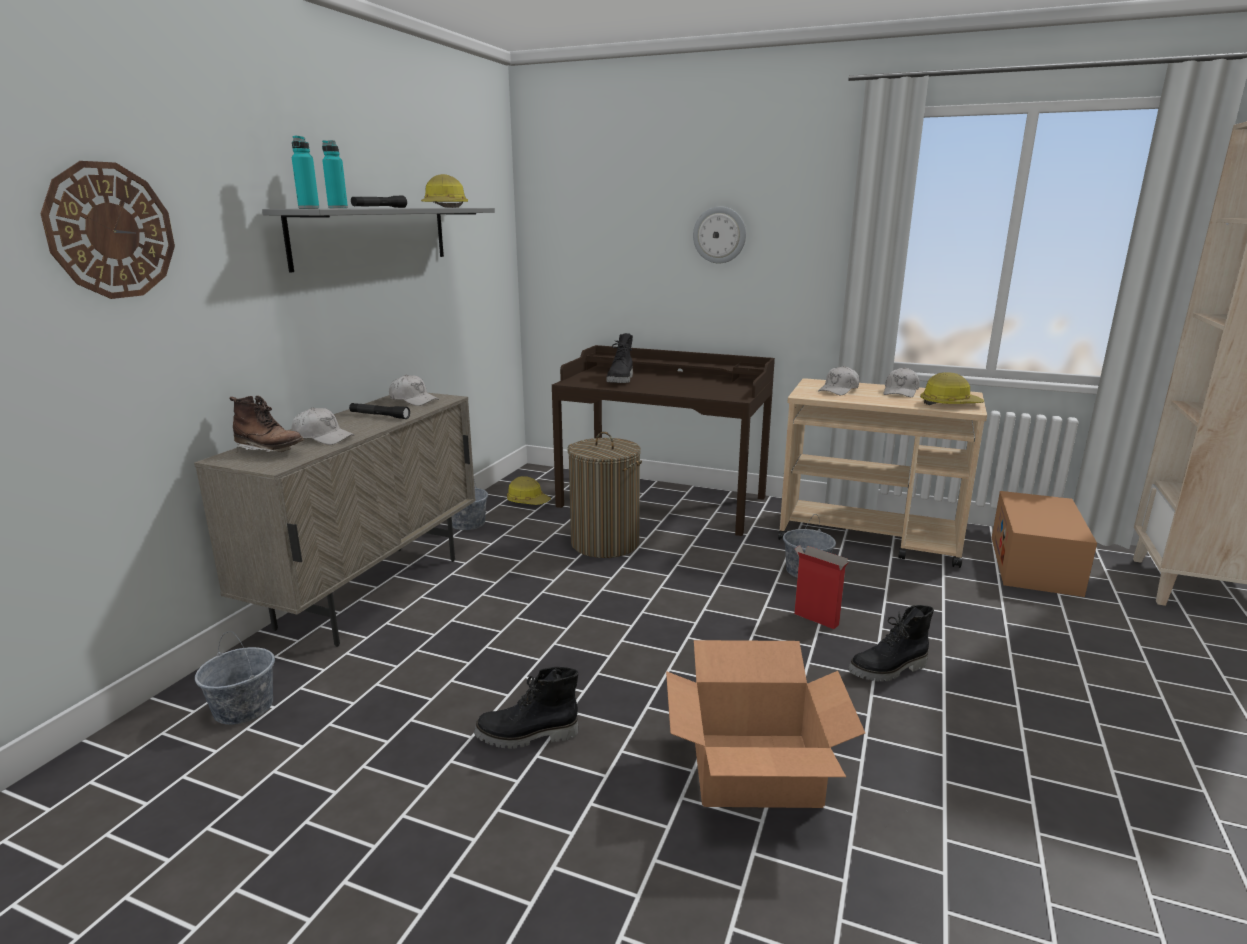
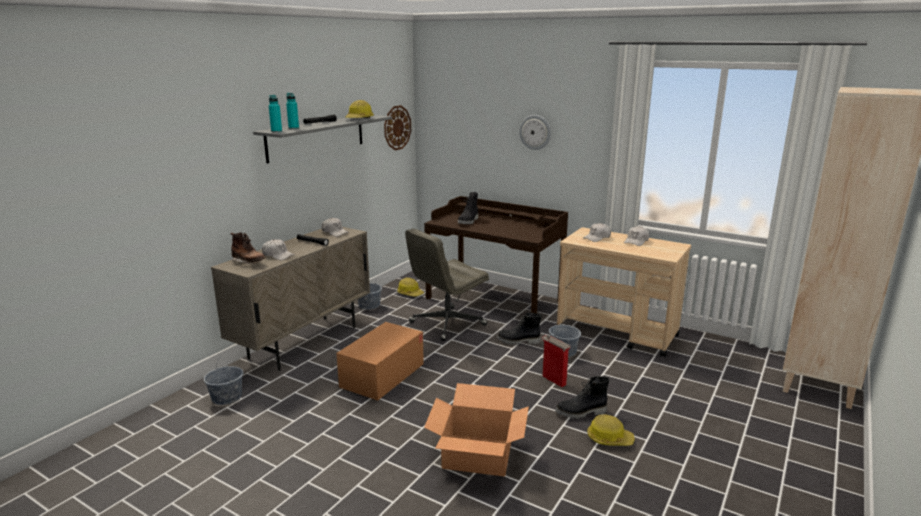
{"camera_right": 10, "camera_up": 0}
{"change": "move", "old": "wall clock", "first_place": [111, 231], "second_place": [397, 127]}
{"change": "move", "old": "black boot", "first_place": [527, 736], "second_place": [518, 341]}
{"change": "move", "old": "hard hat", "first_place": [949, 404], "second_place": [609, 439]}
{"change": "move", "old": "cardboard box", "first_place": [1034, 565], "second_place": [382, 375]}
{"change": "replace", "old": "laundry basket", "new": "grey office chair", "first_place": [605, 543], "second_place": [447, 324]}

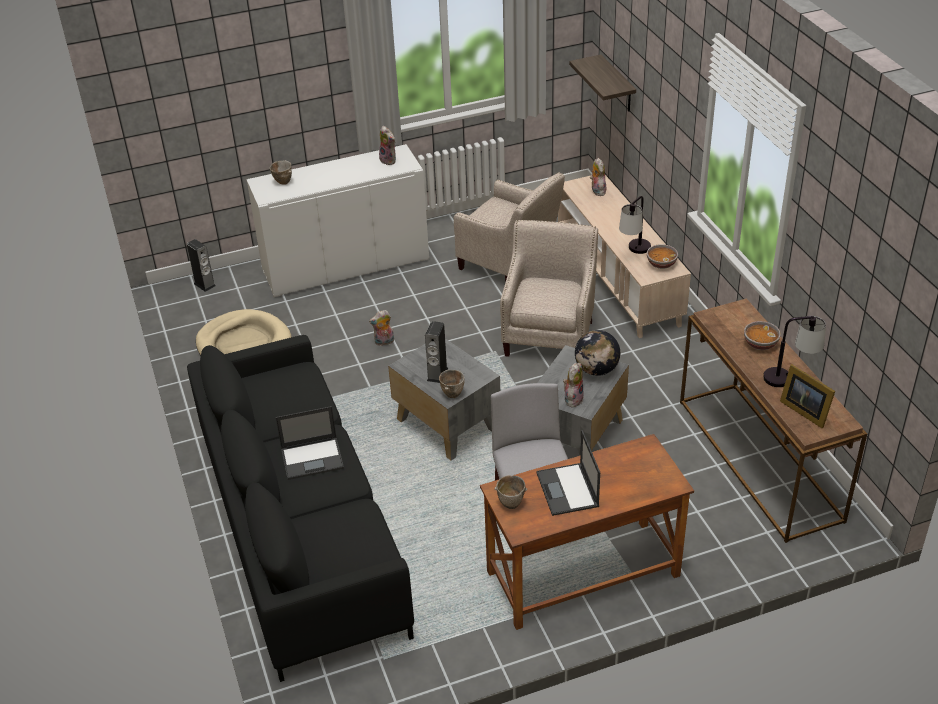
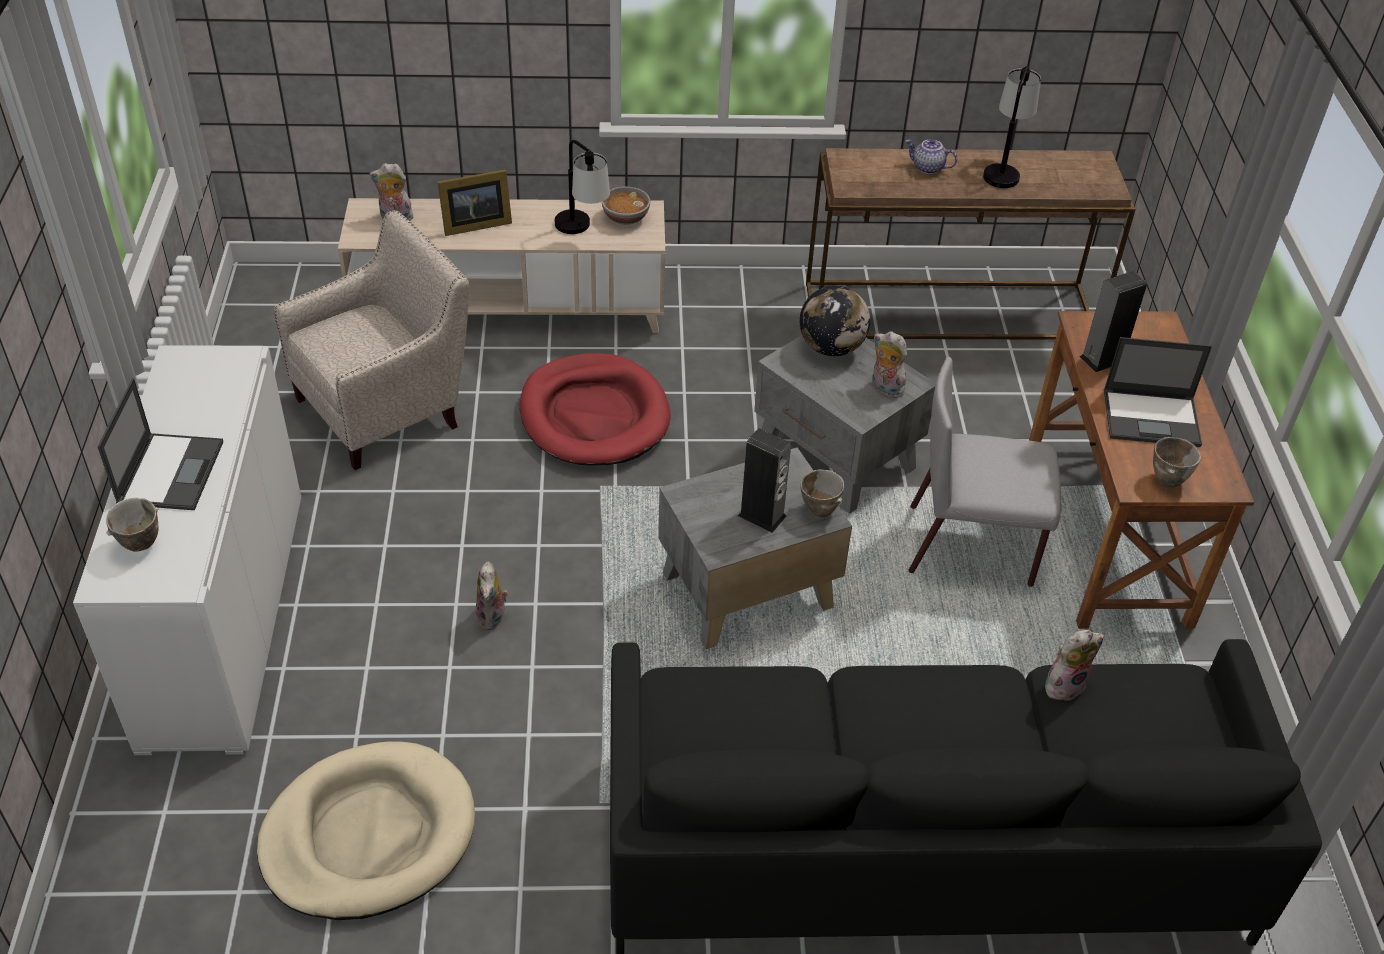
{"camera_right": -75, "camera_up": 5}
{"change": "delete", "old": "shelf", "first_place": [617, 85]}
{"change": "move", "old": "speaker", "first_place": [204, 284], "second_place": [1102, 359]}
{"change": "move", "old": "laptop", "first_place": [313, 458], "second_place": [170, 471]}
{"change": "move", "old": "plush toy", "first_place": [389, 160], "second_place": [1064, 684]}
{"change": "move", "old": "picture frame", "first_place": [804, 410], "second_place": [474, 224]}
{"change": "replace", "old": "beige armchair", "new": "red dog bed", "first_place": [550, 333], "second_place": [594, 415]}
{"change": "replace", "old": "bowl", "new": "teapot", "first_place": [760, 344], "second_place": [927, 168]}

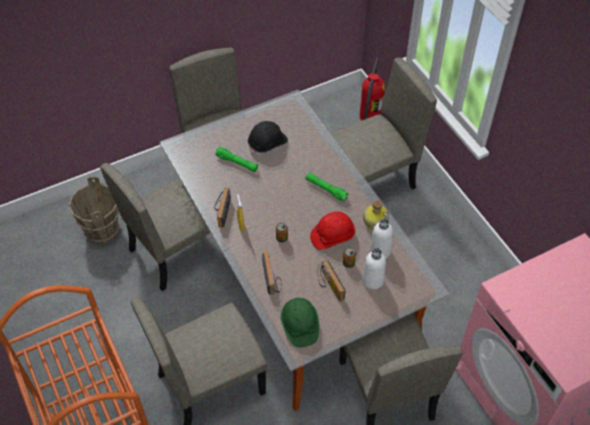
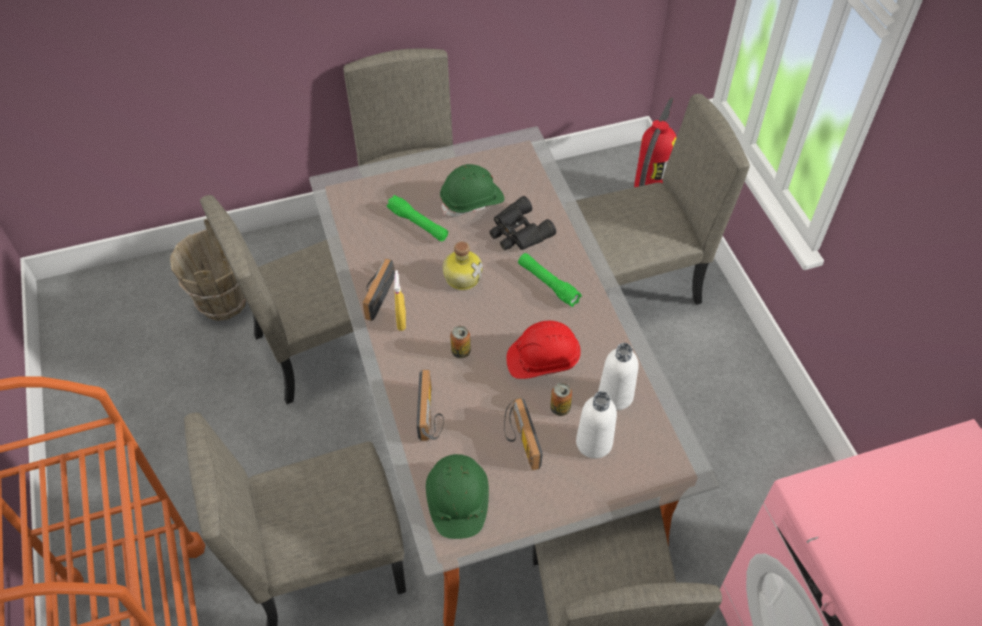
{"camera_right": 10, "camera_up": 0}
{"change": "insert", "new": "black binoculars", "second_place": [518, 232]}
{"change": "move", "old": "bottle", "first_place": [374, 221], "second_place": [462, 276]}
{"change": "recolor", "old": "black hard hat", "new": "green hard hat", "first_place": [268, 144], "second_place": [472, 201]}

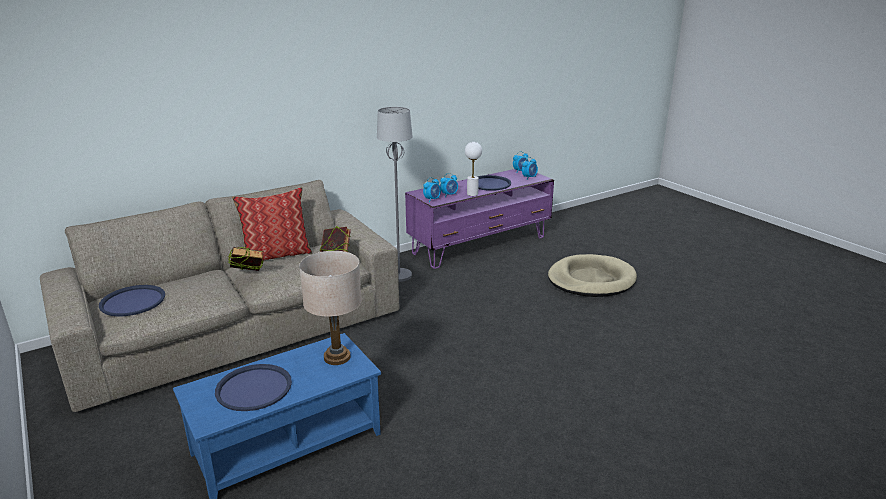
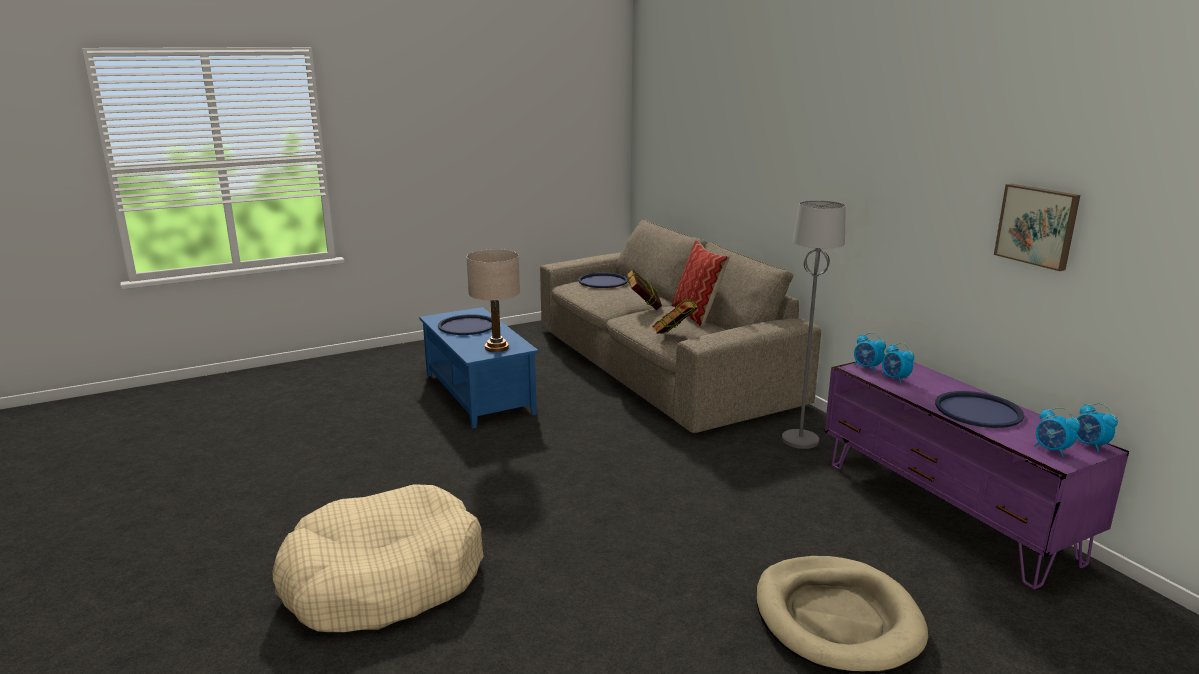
{"camera_right": 95, "camera_up": -5}
{"change": "delete", "old": "white table lamp", "first_place": [472, 194]}
{"change": "insert", "new": "beige dog bed", "second_place": [383, 579]}
{"change": "insert", "new": "picture", "second_place": [1037, 225]}

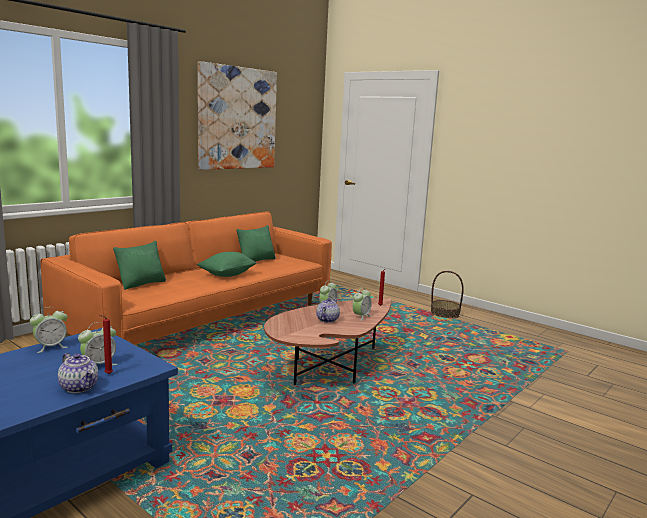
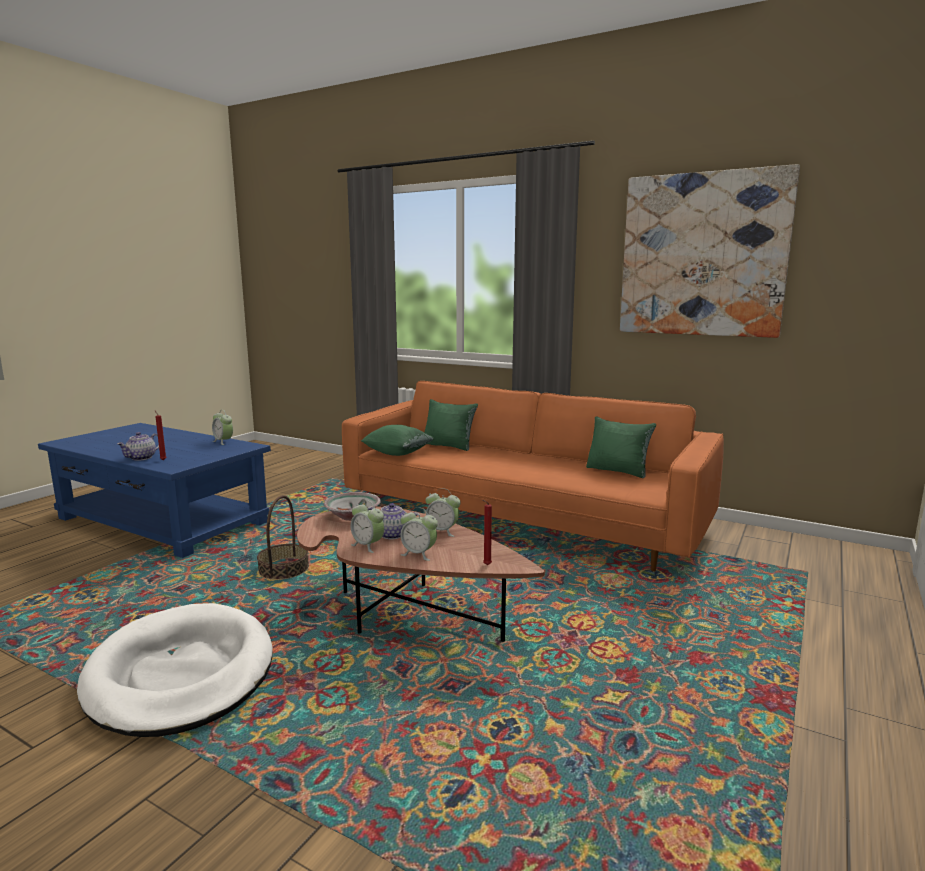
{"camera_right": 80, "camera_up": 0}
{"change": "insert", "new": "white dog bed", "second_place": [181, 674]}
{"change": "insert", "new": "bowl", "second_place": [352, 516]}
{"change": "move", "old": "alarm clock", "first_place": [99, 365], "second_place": [368, 546]}
{"change": "move", "old": "green pillow", "first_place": [227, 275], "second_place": [397, 453]}
{"change": "move", "old": "basket", "first_place": [445, 314], "second_place": [284, 569]}

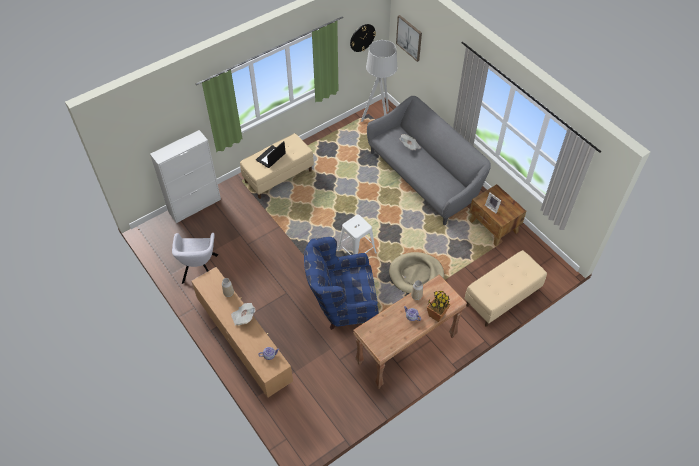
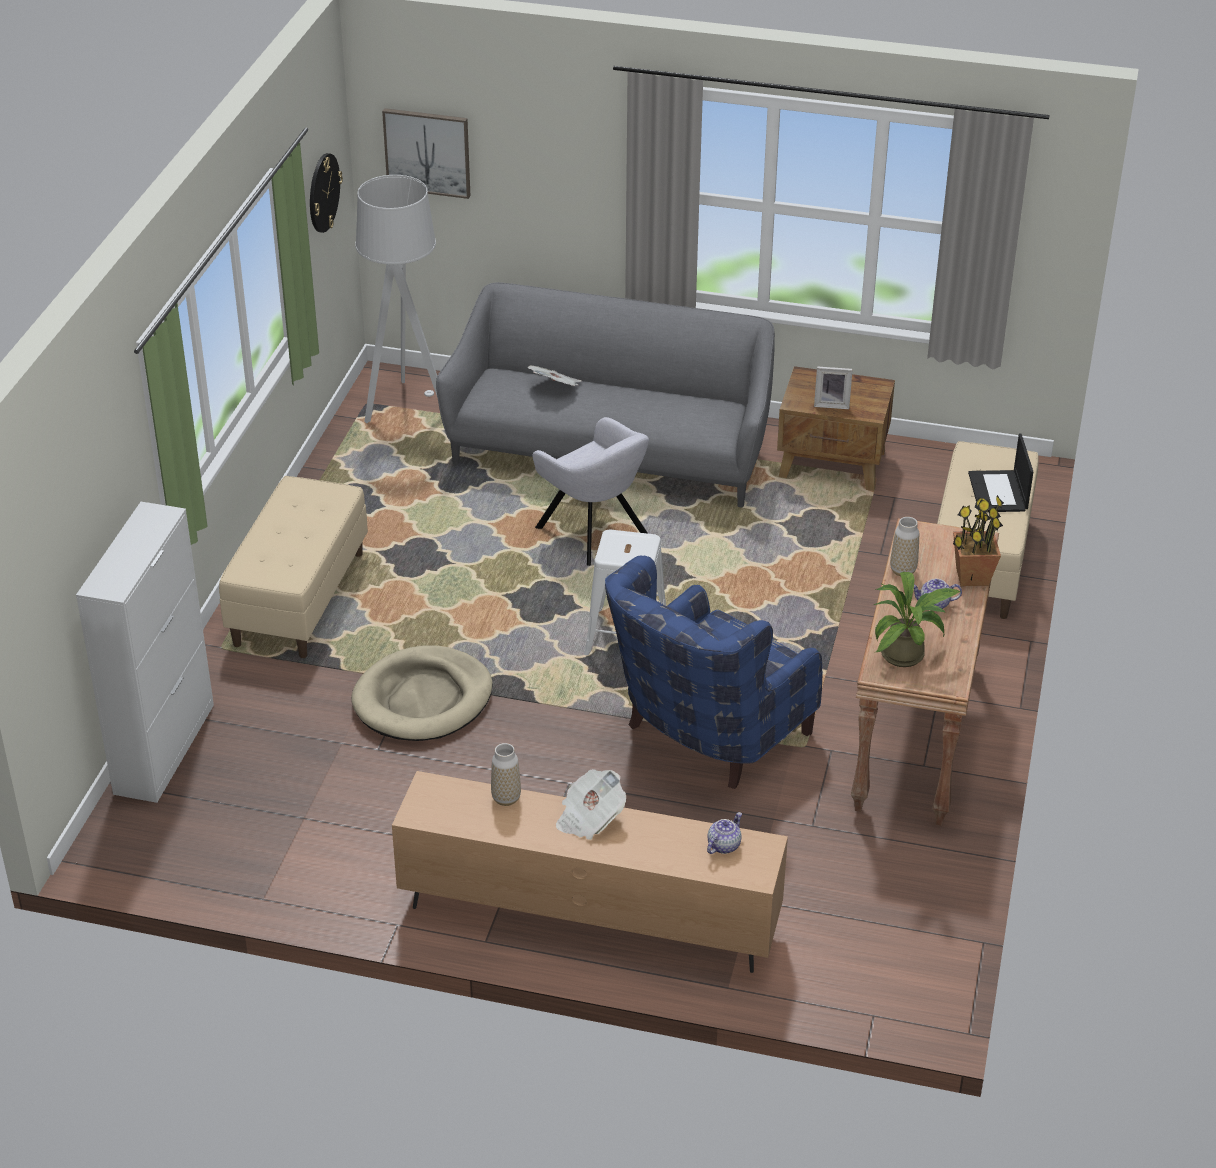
{"camera_right": -40, "camera_up": -15}
{"change": "insert", "new": "potted plant", "second_place": [908, 655]}
{"change": "move", "old": "grey armchair", "first_place": [200, 270], "second_place": [595, 534]}
{"change": "move", "old": "laptop", "first_place": [270, 157], "second_place": [998, 492]}
{"change": "move", "old": "beige dog bed", "first_place": [416, 274], "second_place": [423, 699]}

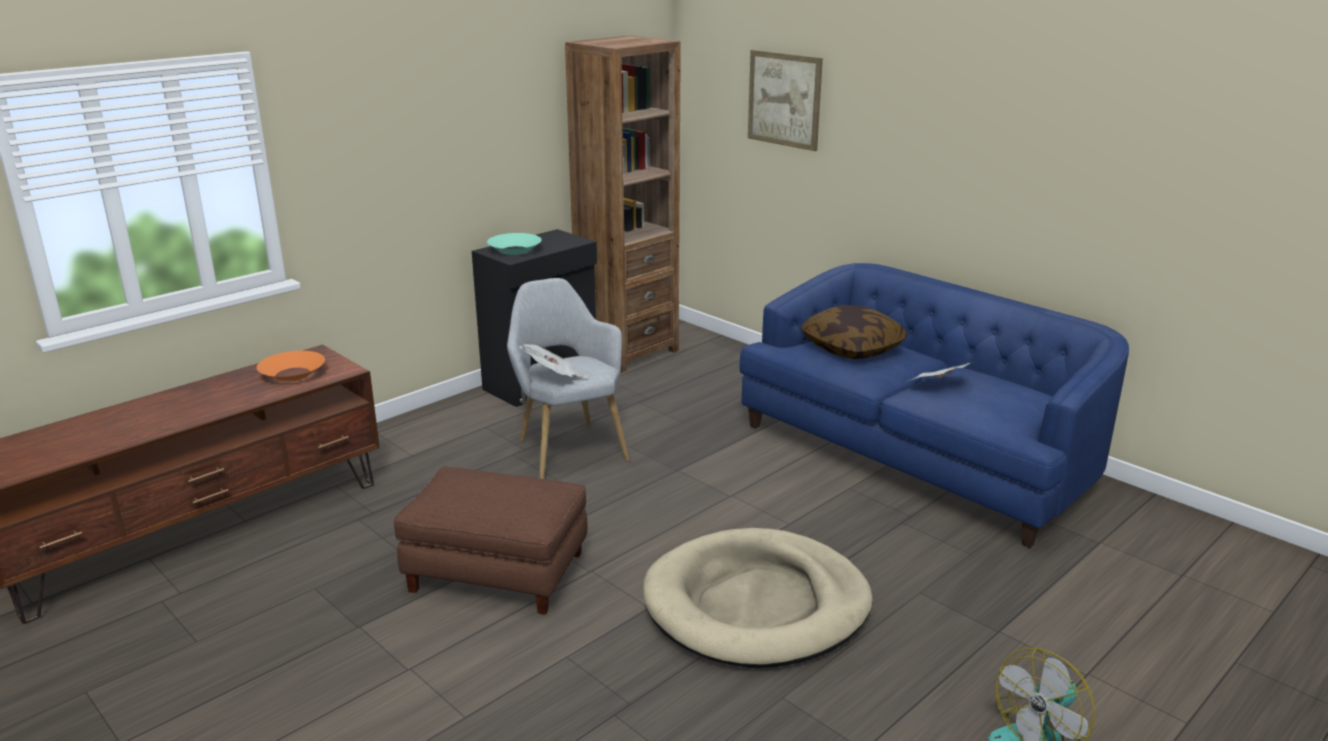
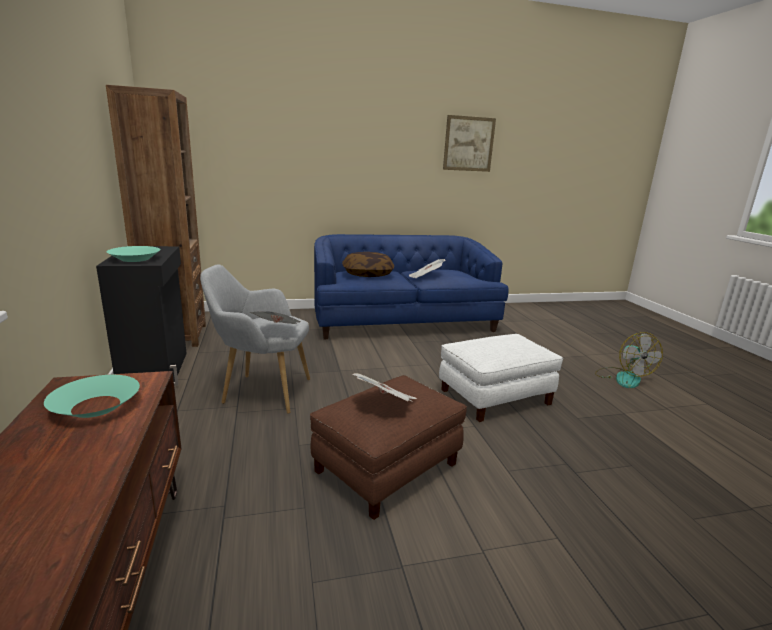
{"camera_right": -60, "camera_up": -5}
{"change": "insert", "new": "newspaper", "second_place": [385, 403]}
{"change": "move", "old": "picture", "first_place": [784, 99], "second_place": [468, 144]}
{"change": "replace", "old": "beige dog bed", "new": "white ottoman", "first_place": [756, 605], "second_place": [495, 396]}
{"change": "recolor", "old": "orange bowl", "new": "turquoise bowl", "first_place": [293, 374], "second_place": [96, 406]}

